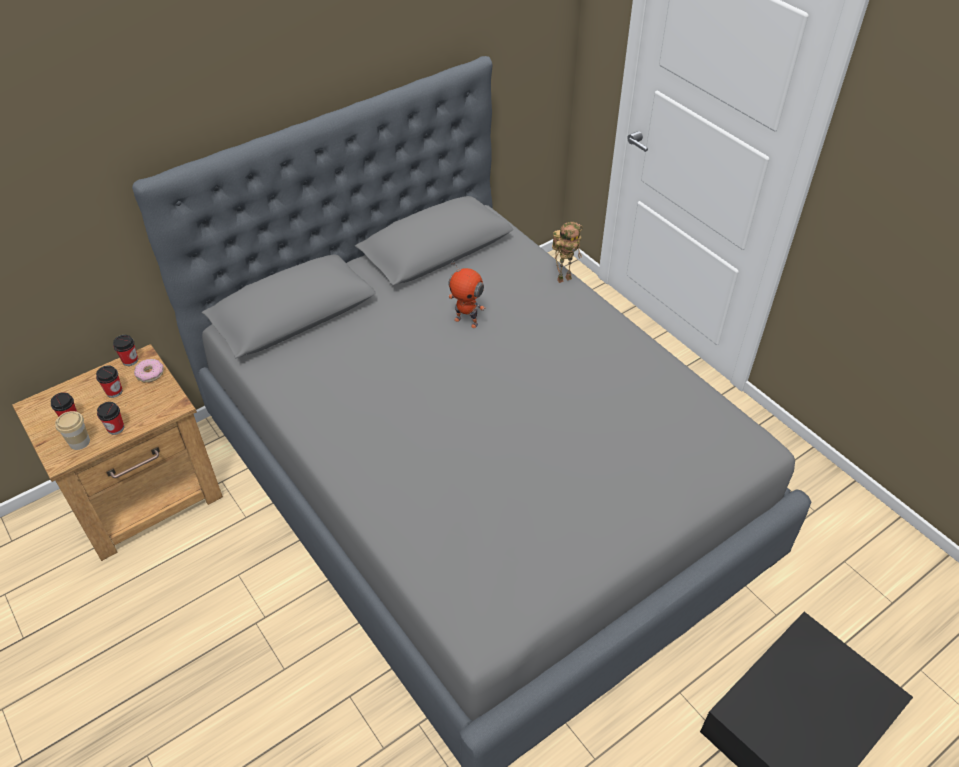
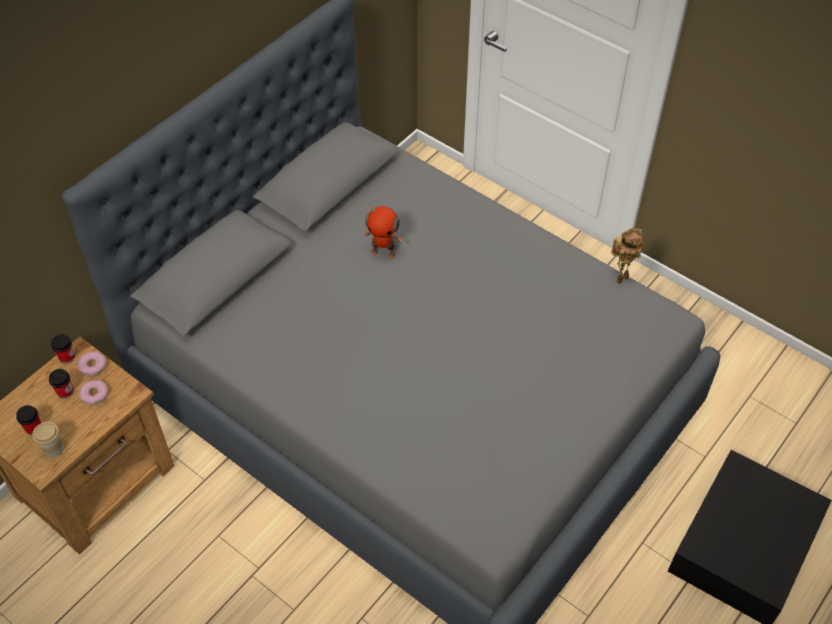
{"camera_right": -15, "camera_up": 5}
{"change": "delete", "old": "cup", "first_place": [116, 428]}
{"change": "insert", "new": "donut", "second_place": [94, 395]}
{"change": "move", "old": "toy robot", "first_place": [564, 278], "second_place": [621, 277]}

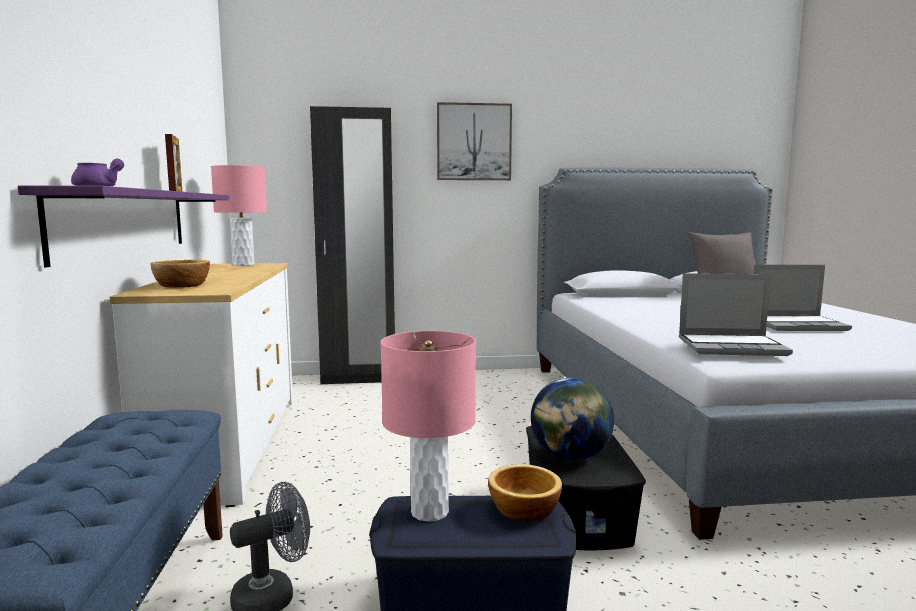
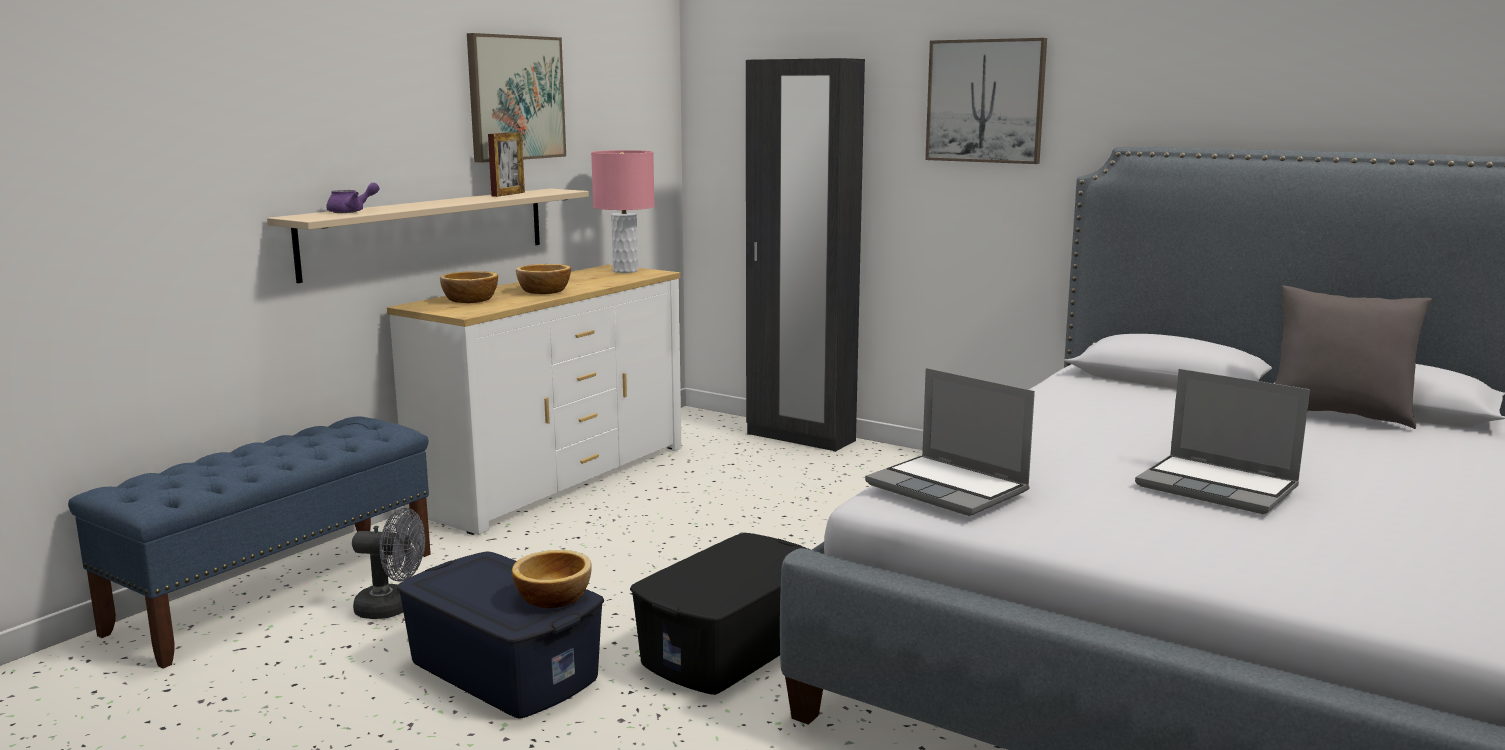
{"camera_right": 40, "camera_up": 5}
{"change": "delete", "old": "pink table lamp", "first_place": [429, 512]}
{"change": "delete", "old": "globe", "first_place": [570, 457]}
{"change": "insert", "new": "picture", "second_place": [515, 98]}
{"change": "insert", "new": "bowl", "second_place": [544, 291]}
{"change": "recolor", "old": "purple shelf", "new": "beige shelf", "first_place": [126, 222], "second_place": [428, 231]}

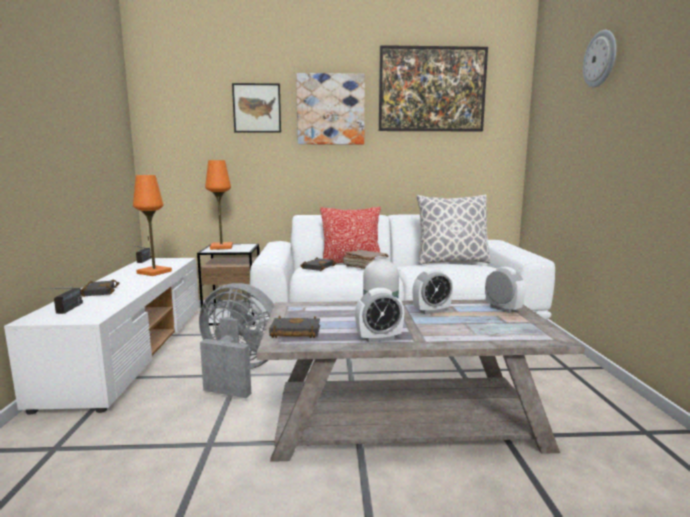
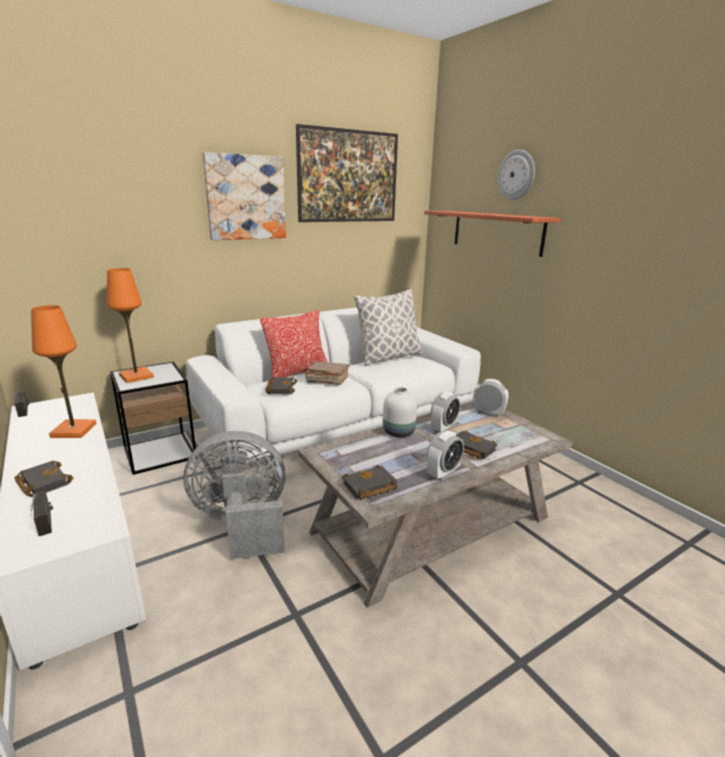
{"camera_right": -30, "camera_up": 10}
{"change": "delete", "old": "picture", "first_place": [257, 108]}
{"change": "insert", "new": "shelf", "second_place": [496, 232]}
{"change": "insert", "new": "black book", "second_place": [470, 448]}

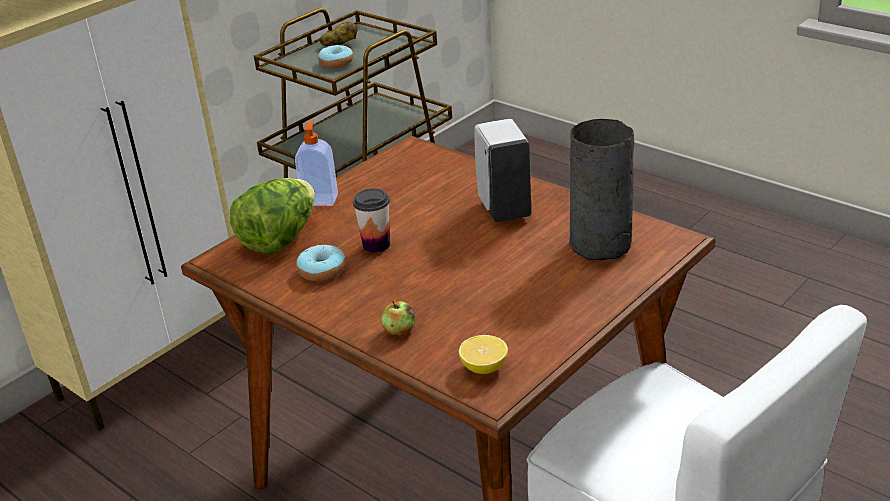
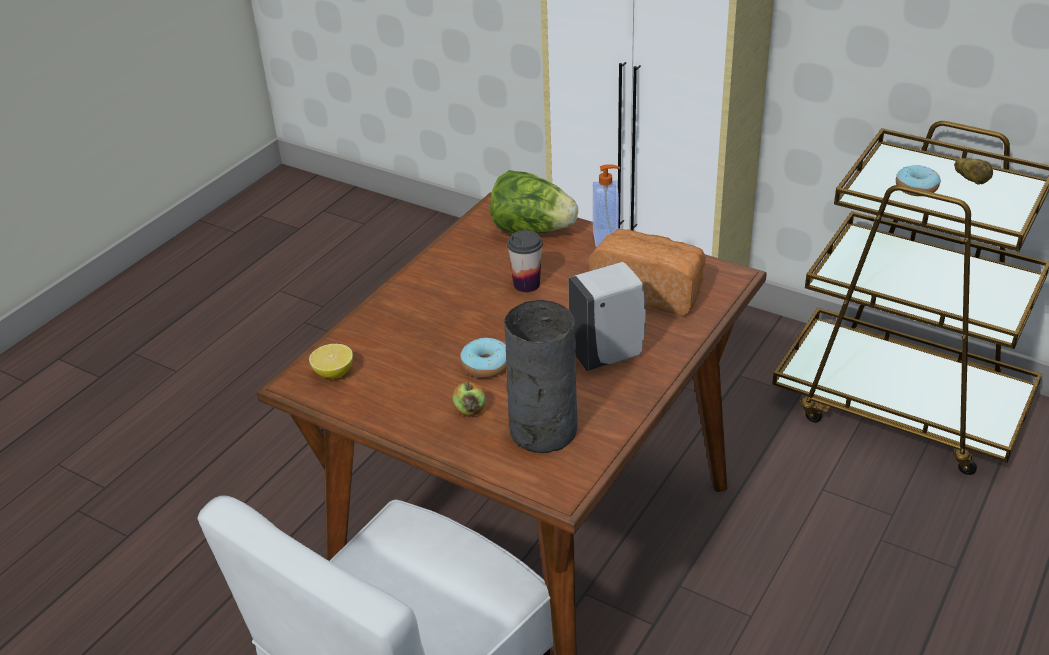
{"camera_right": 80, "camera_up": 5}
{"change": "insert", "new": "bread", "second_place": [650, 290]}
{"change": "move", "old": "donut", "first_place": [322, 271], "second_place": [486, 365]}
{"change": "move", "old": "apple", "first_place": [399, 331], "second_place": [470, 410]}

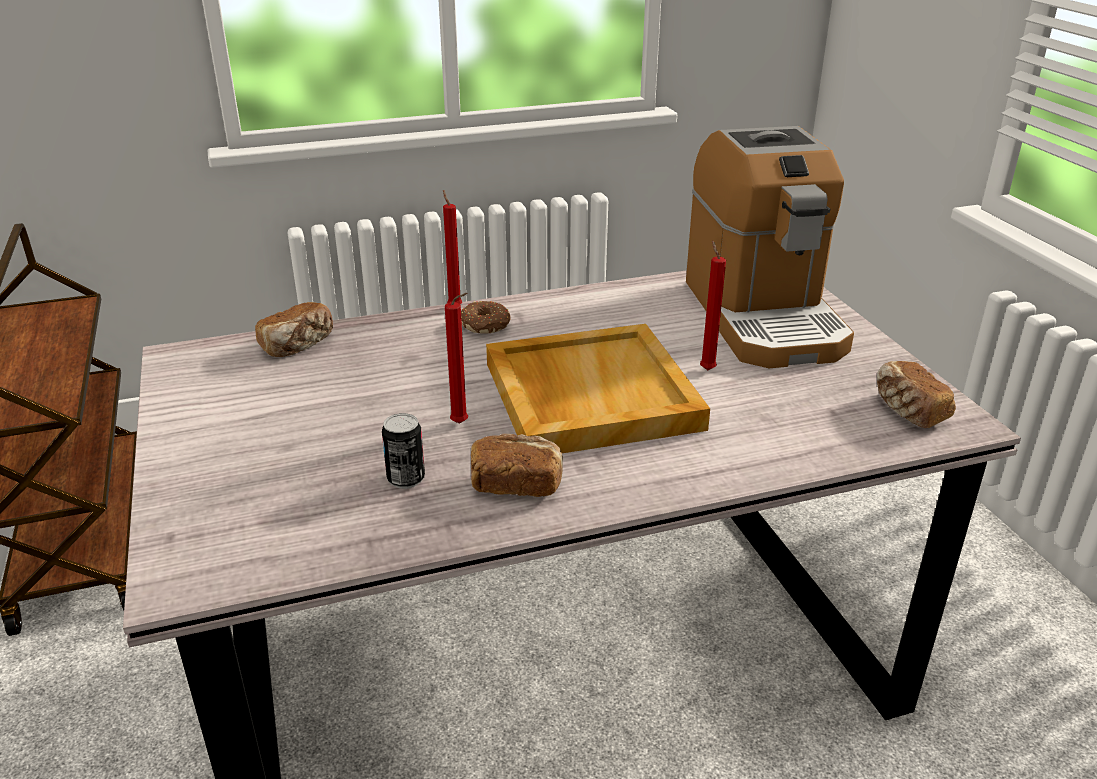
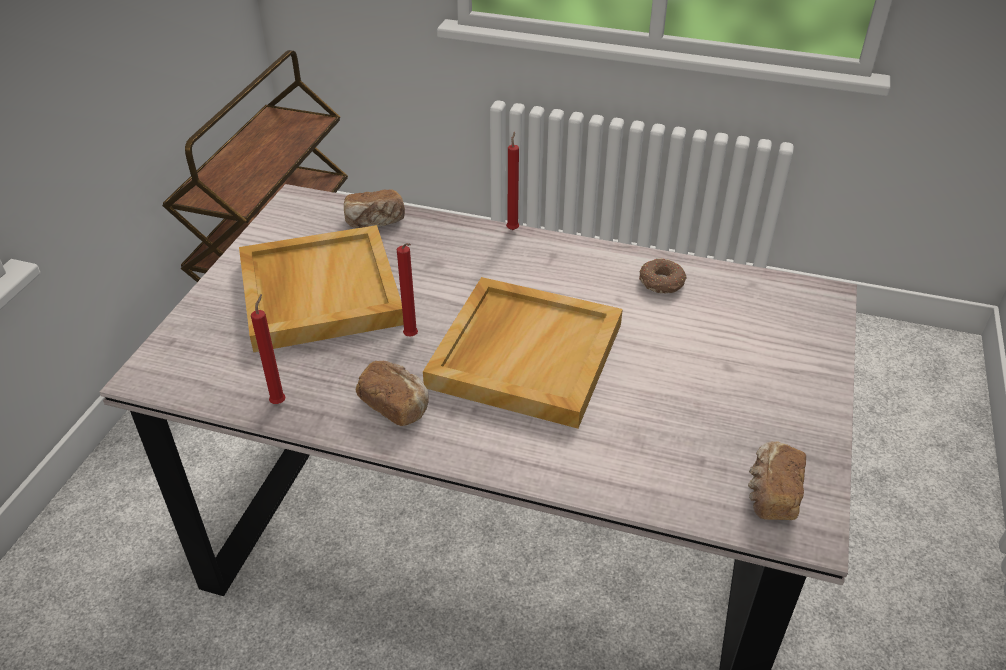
{"camera_right": 35, "camera_up": 10}
{"change": "delete", "old": "can", "first_place": [406, 479]}
{"change": "delete", "old": "coffee machine", "first_place": [763, 316]}
{"change": "insert", "new": "beige tray", "second_place": [318, 292]}
{"change": "move", "old": "donut", "first_place": [486, 325], "second_place": [661, 283]}
{"change": "move", "old": "red candle", "first_place": [706, 369], "second_place": [279, 401]}

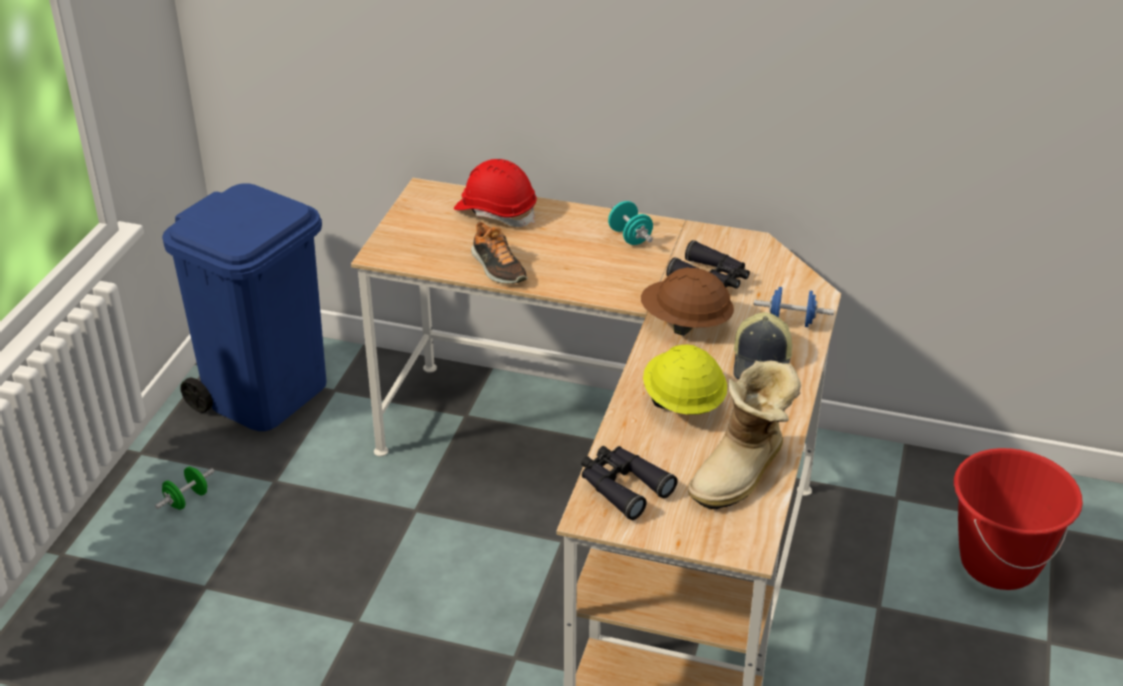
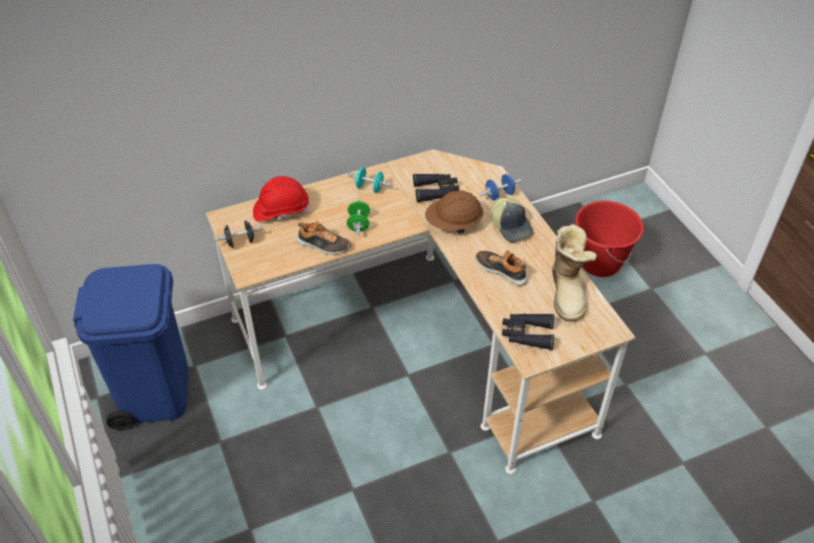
{"camera_right": -40, "camera_up": 10}
{"change": "insert", "new": "black dumbbell", "second_place": [240, 242]}
{"change": "move", "old": "green dumbbell", "first_place": [187, 500], "second_place": [358, 224]}
{"change": "replace", "old": "yellow hard hat", "new": "shoe", "first_place": [683, 402], "second_place": [501, 270]}

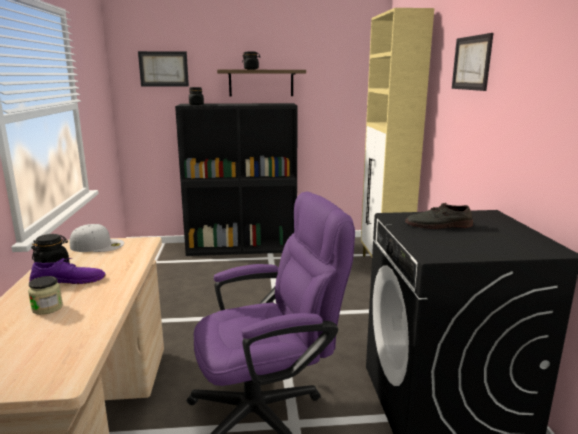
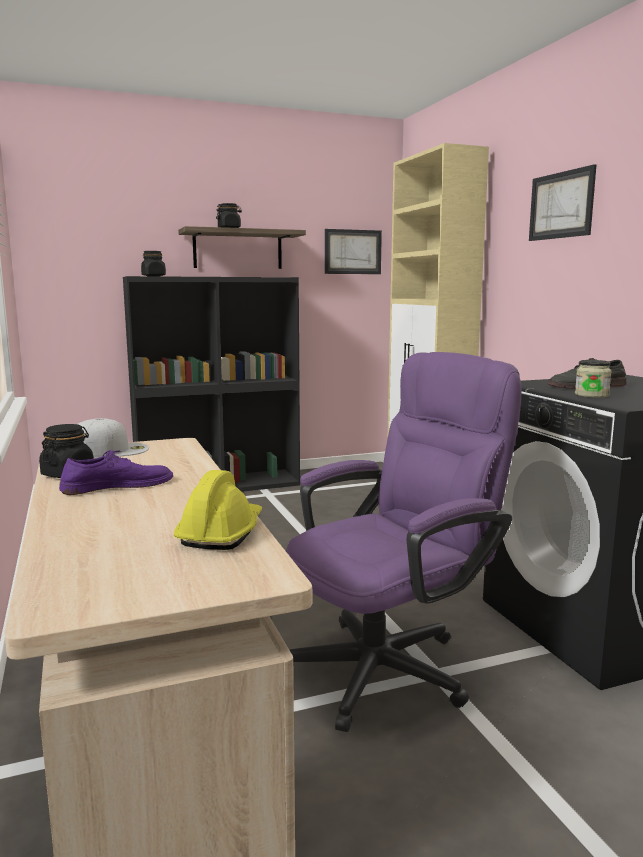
{"camera_right": -15, "camera_up": -5}
{"change": "insert", "new": "yellow hard hat", "second_place": [221, 533]}
{"change": "move", "old": "jar", "first_place": [47, 308], "second_place": [591, 395]}
{"change": "move", "old": "picture", "first_place": [163, 69], "second_place": [353, 252]}

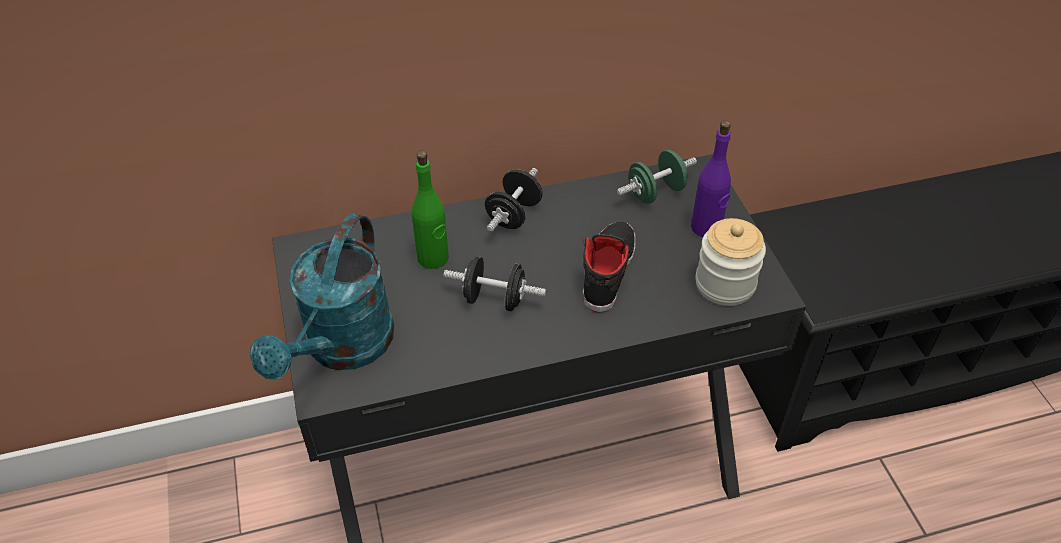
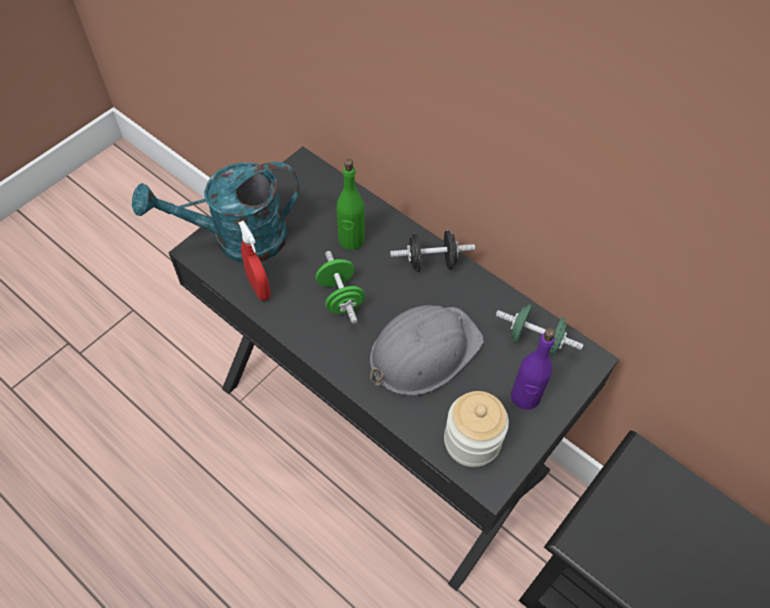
{"camera_right": 55, "camera_up": 10}
{"change": "insert", "new": "red spray bottle", "second_place": [259, 288]}
{"change": "replace", "old": "black shoe", "new": "grey hard hat", "first_place": [607, 270], "second_place": [423, 351]}
{"change": "recolor", "old": "black dumbbell", "new": "green dumbbell", "first_place": [494, 299], "second_place": [340, 297]}

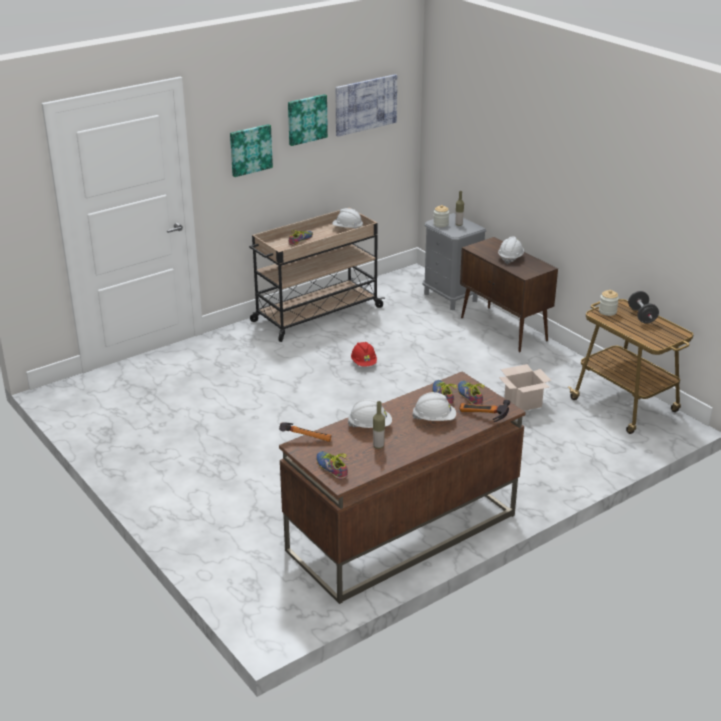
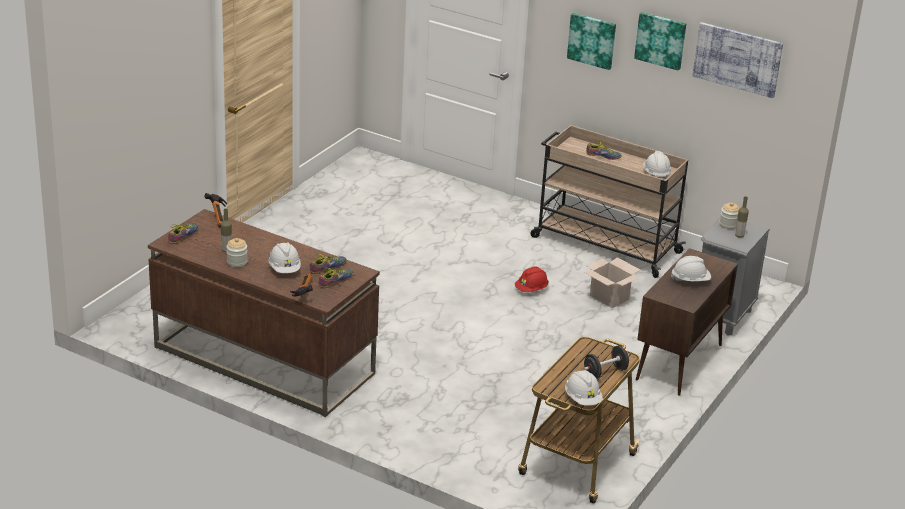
{"camera_right": 65, "camera_up": 0}
{"change": "move", "old": "white hard hat", "first_place": [370, 426], "second_place": [582, 399]}
{"change": "move", "old": "cardboard box", "first_place": [523, 403], "second_place": [610, 297]}
{"change": "move", "old": "jar", "first_place": [607, 311], "second_place": [237, 262]}

